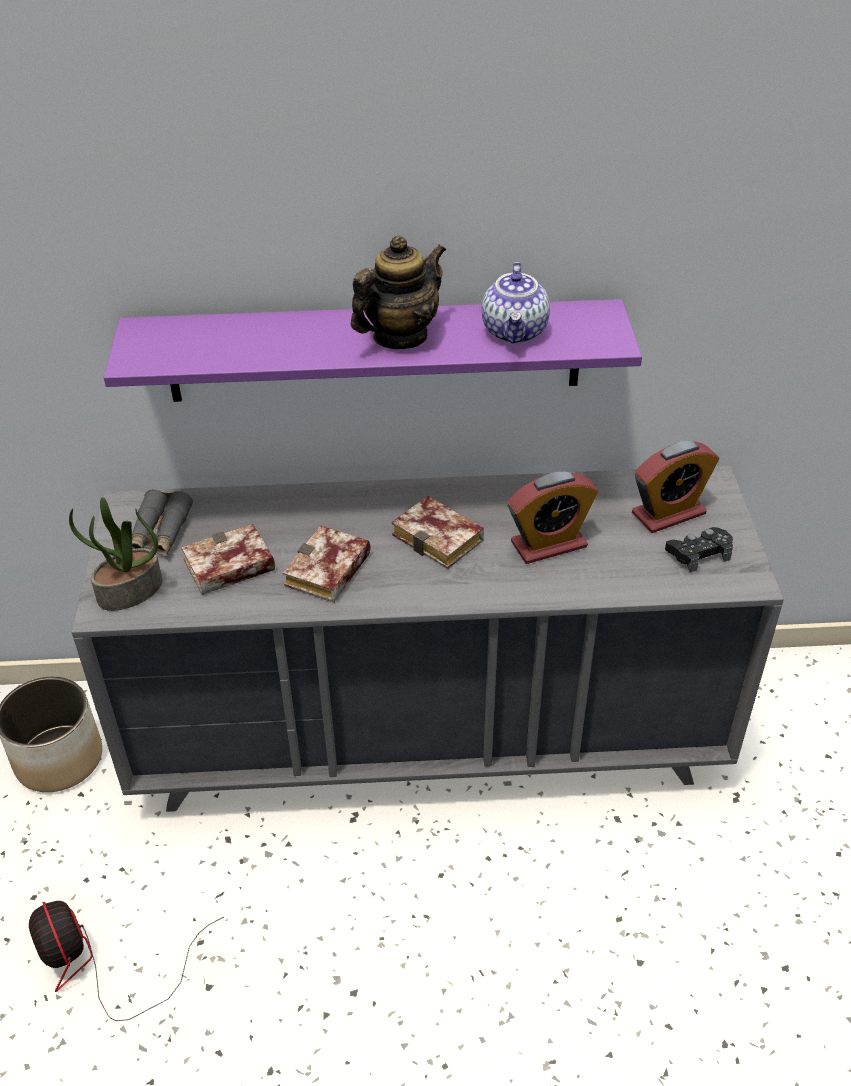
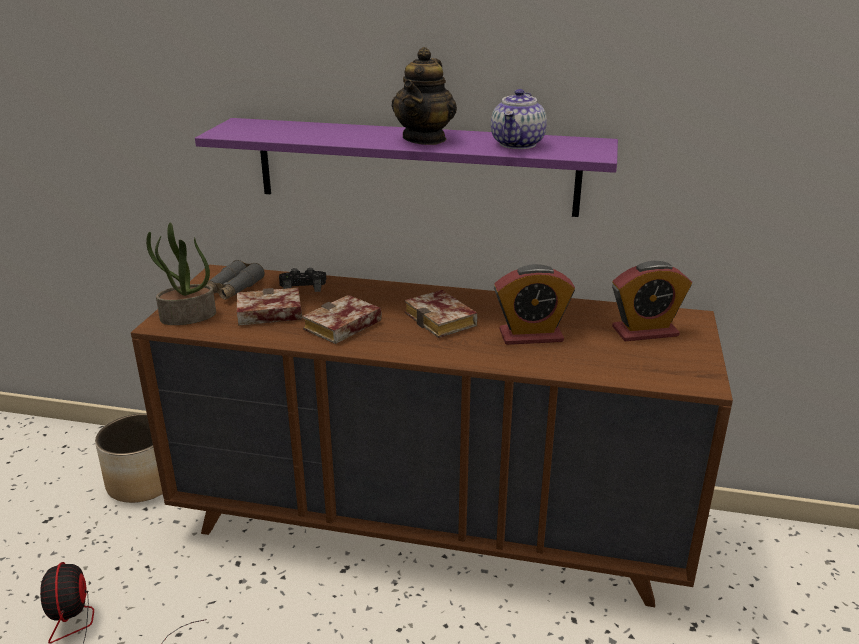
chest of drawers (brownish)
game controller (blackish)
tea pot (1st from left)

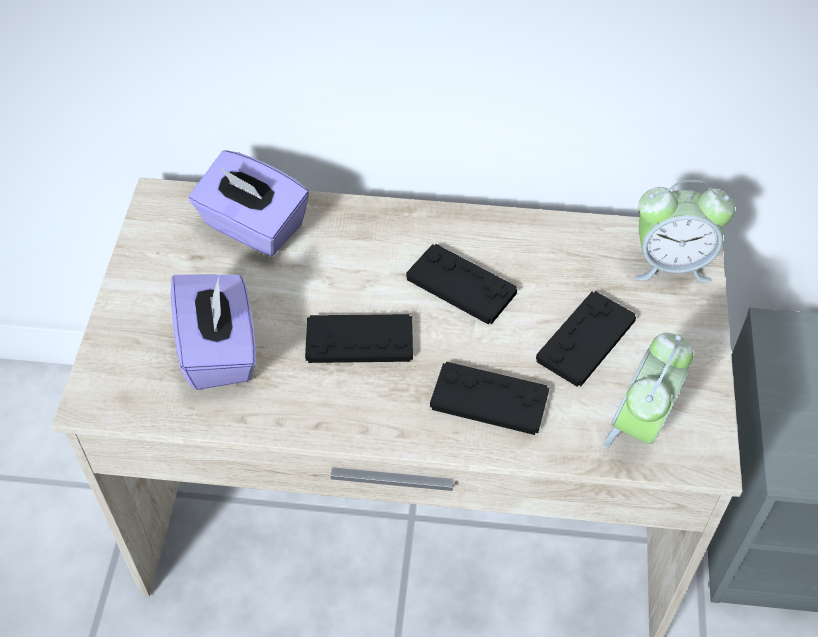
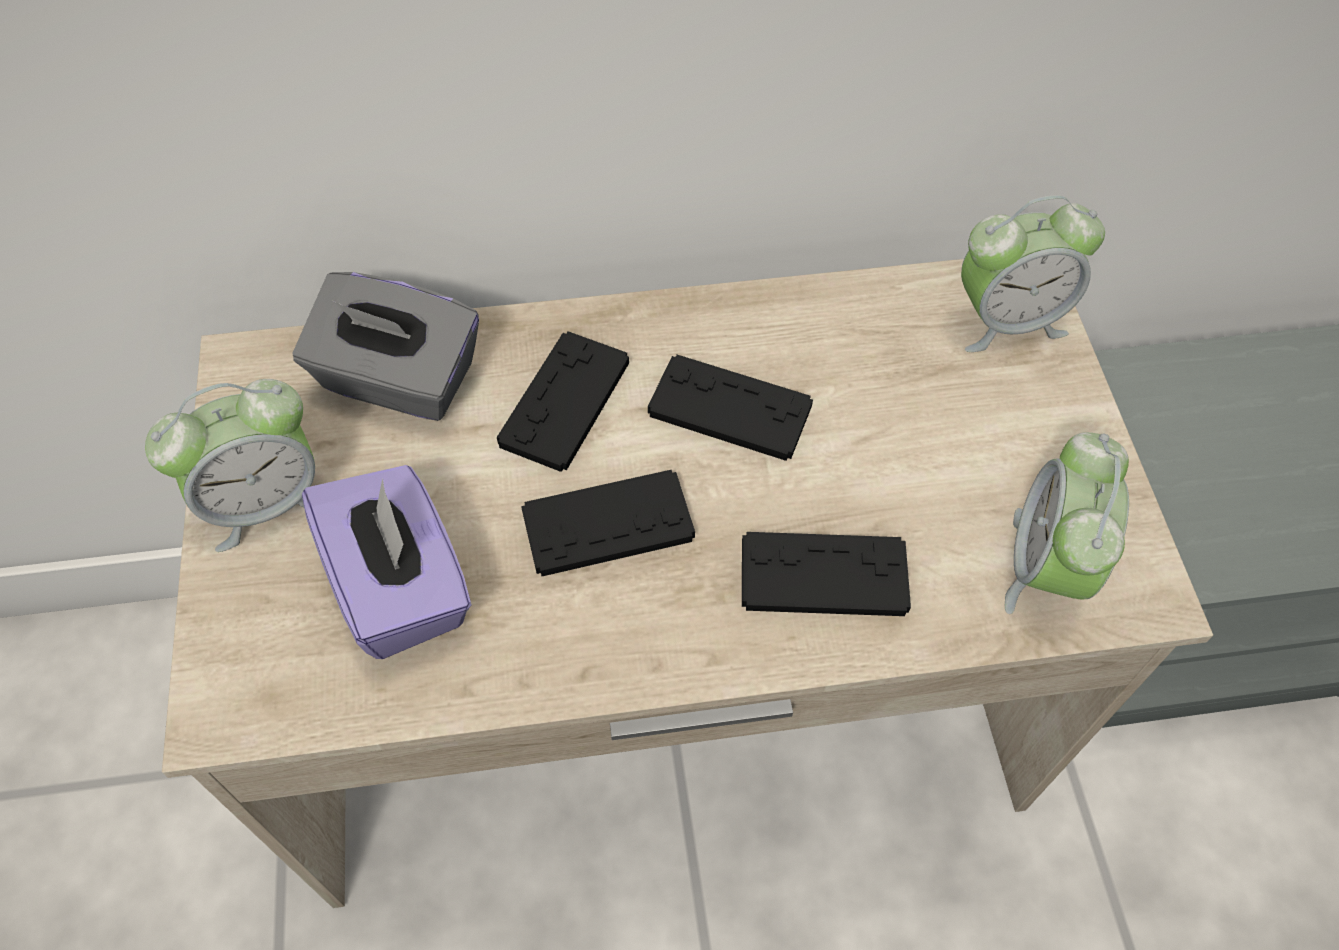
bedside clock (1st from left)
box of tissues (grey)
game controller (blackish) (1st from left)

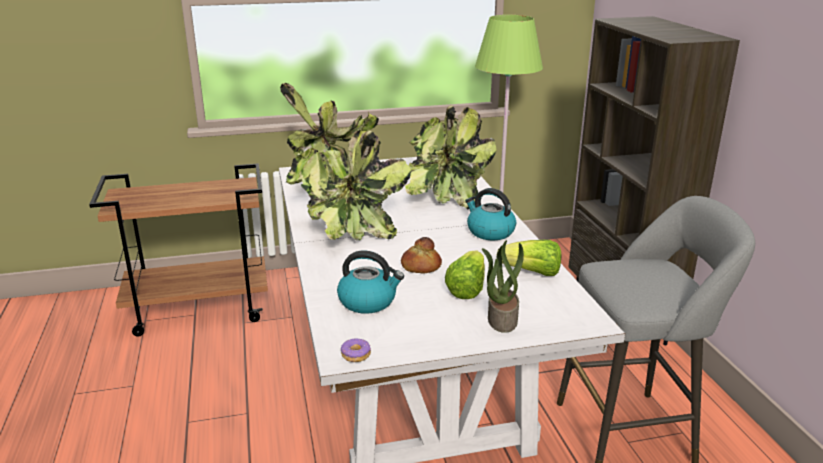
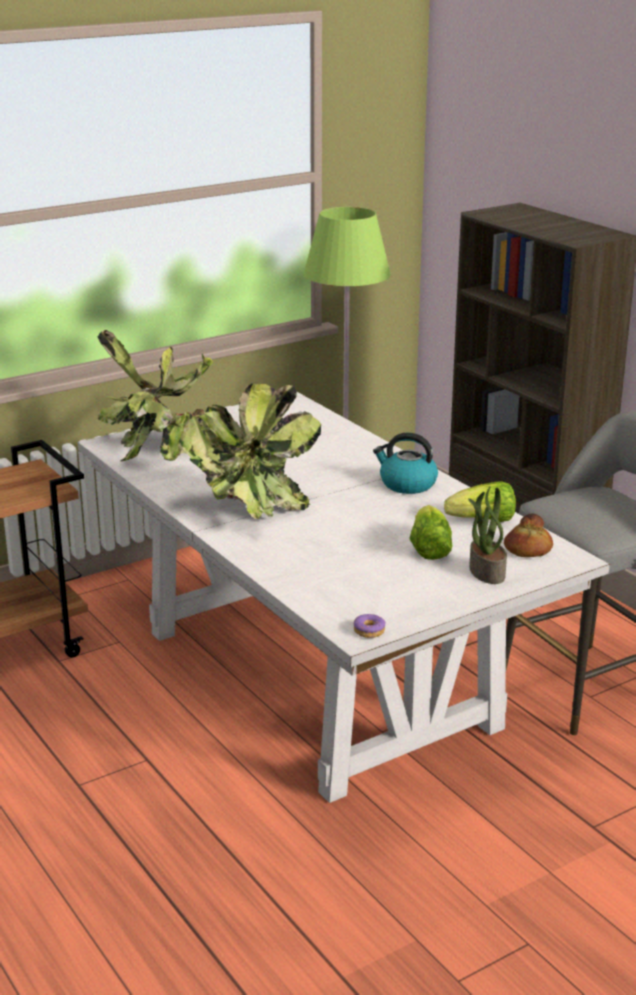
baked bread
tea kettle (1st from left in the first image)
houseplant (3rd from left in the first image)

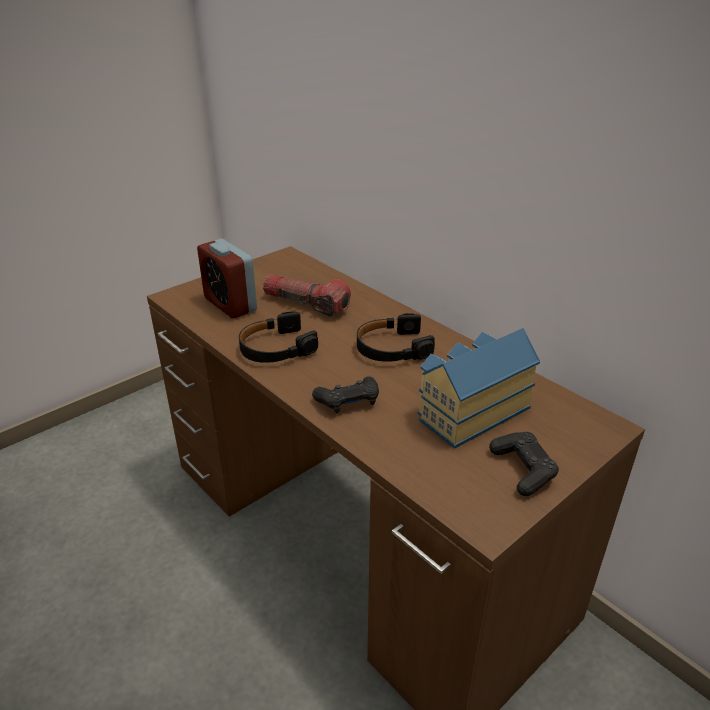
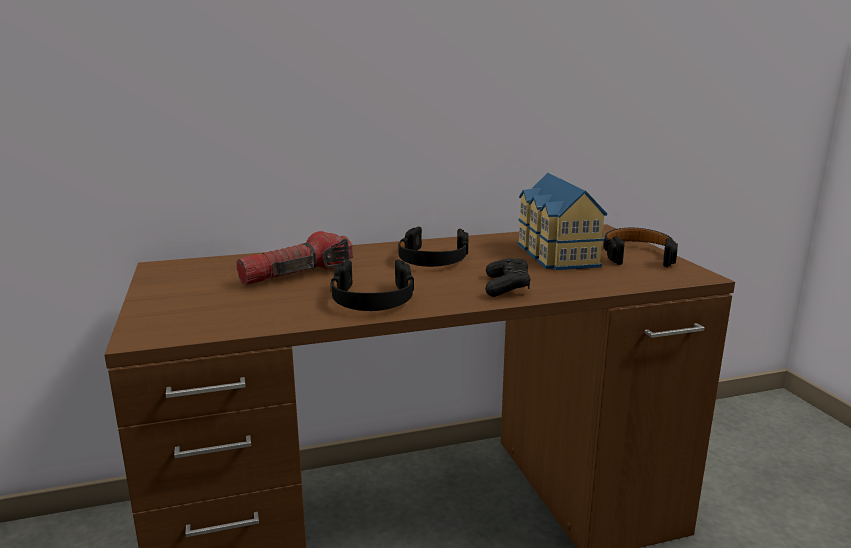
headset (blackish) (3rd from left)
bedside clock

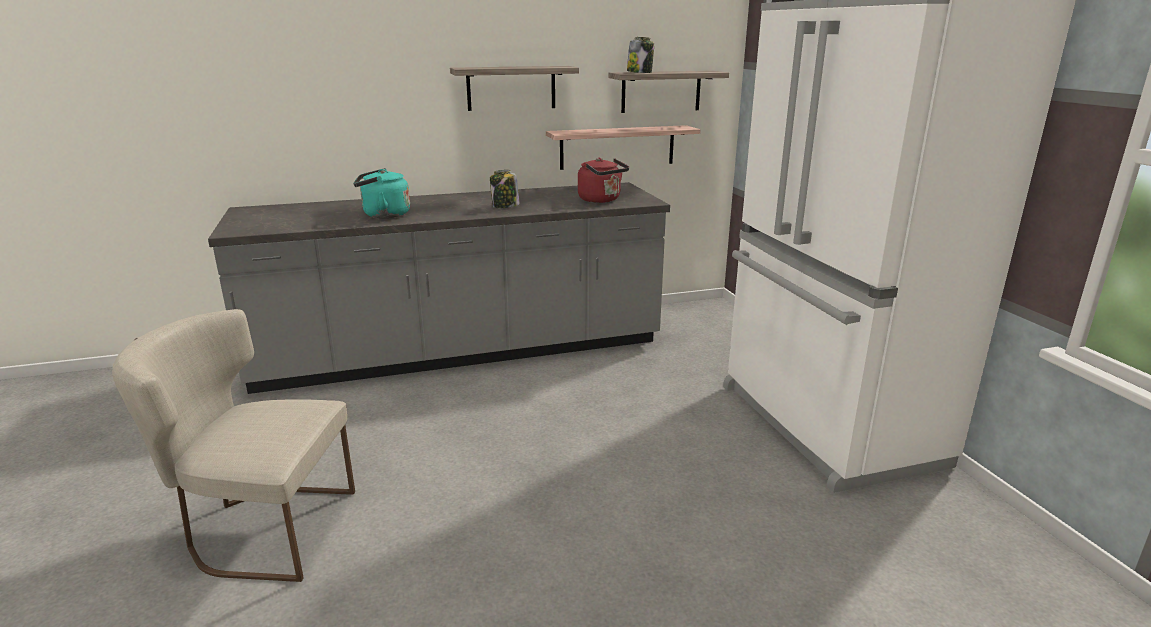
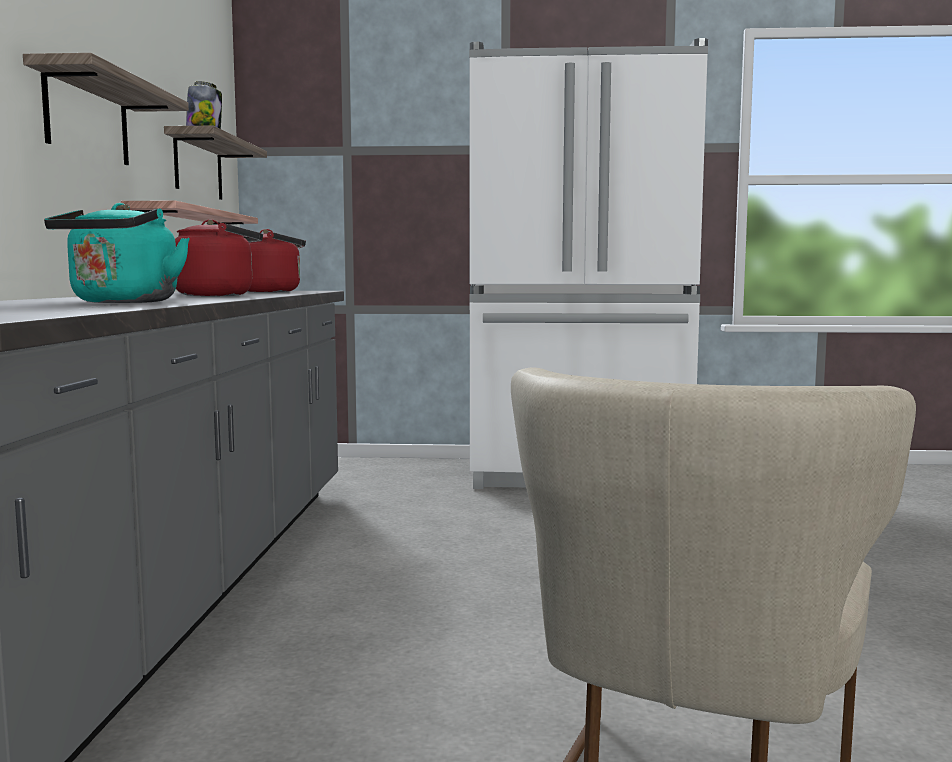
tea kettle (reddish) (1st from left)

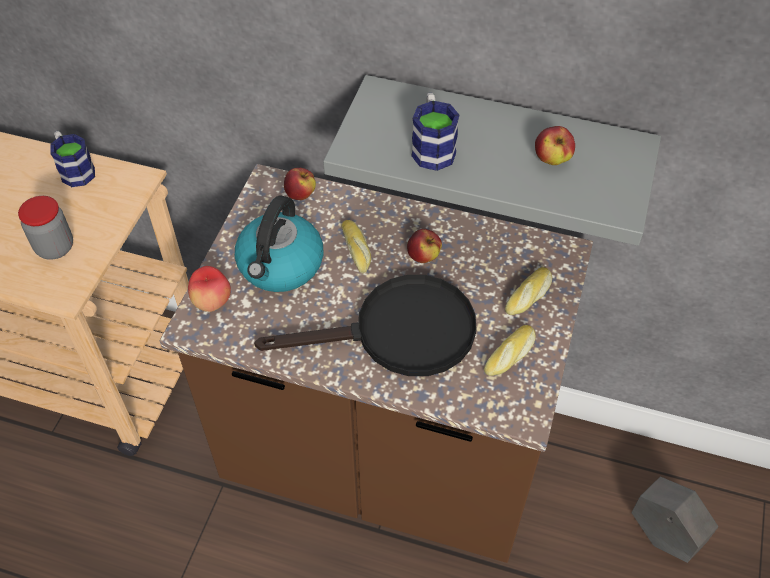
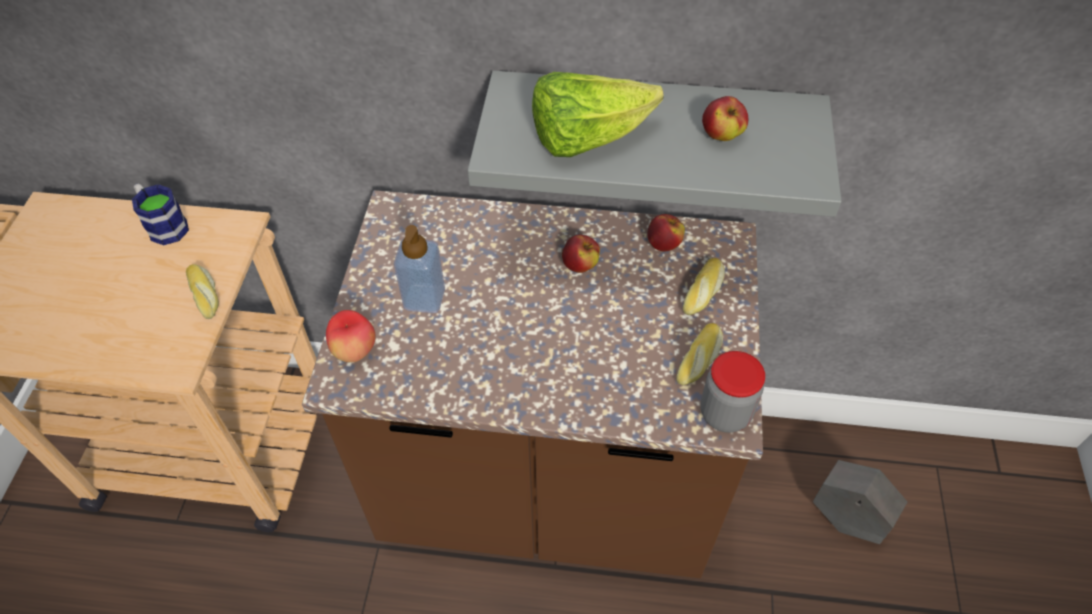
baked bread (1st from left)
soap dispenser
head of lettuce
whole apple (3rd from left)
jar
frying pan (blackish)

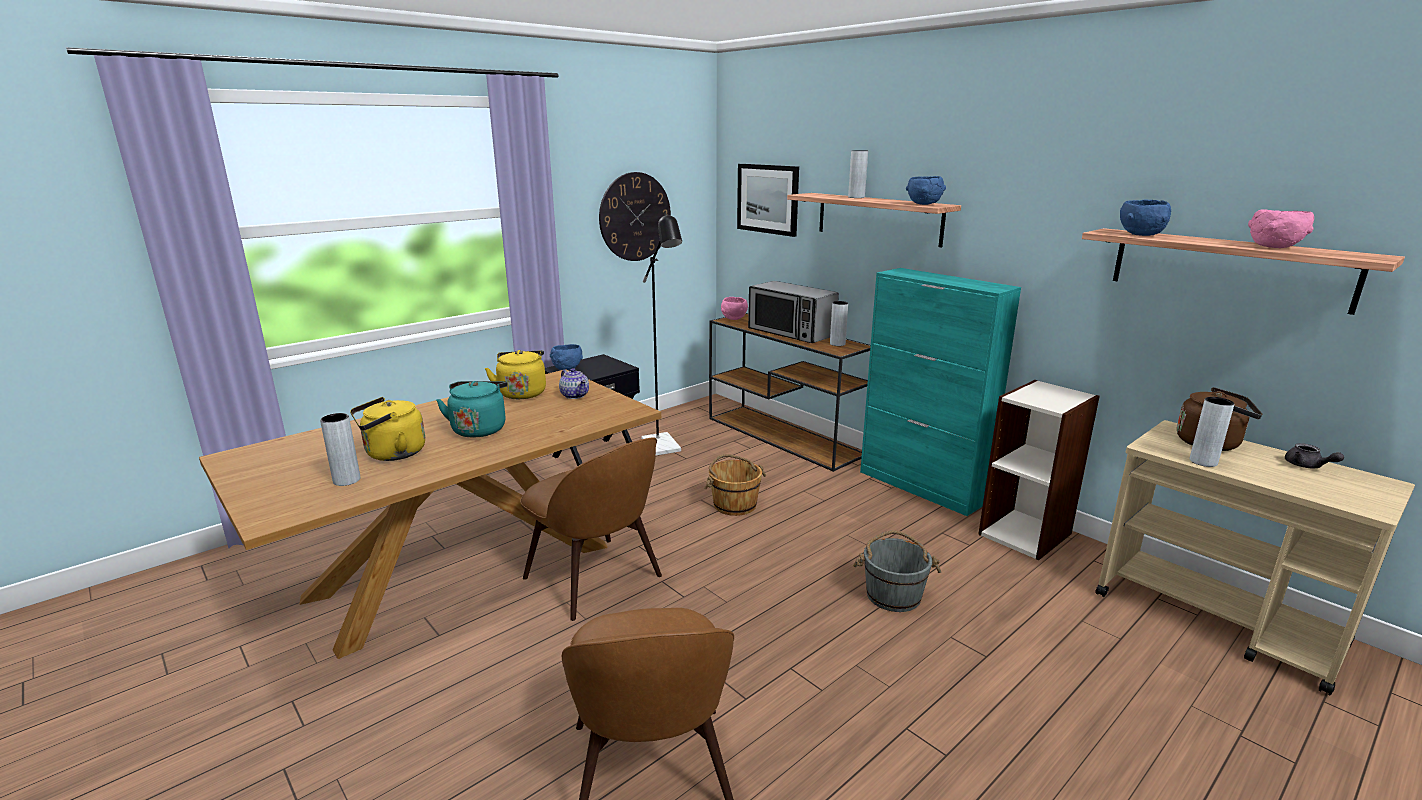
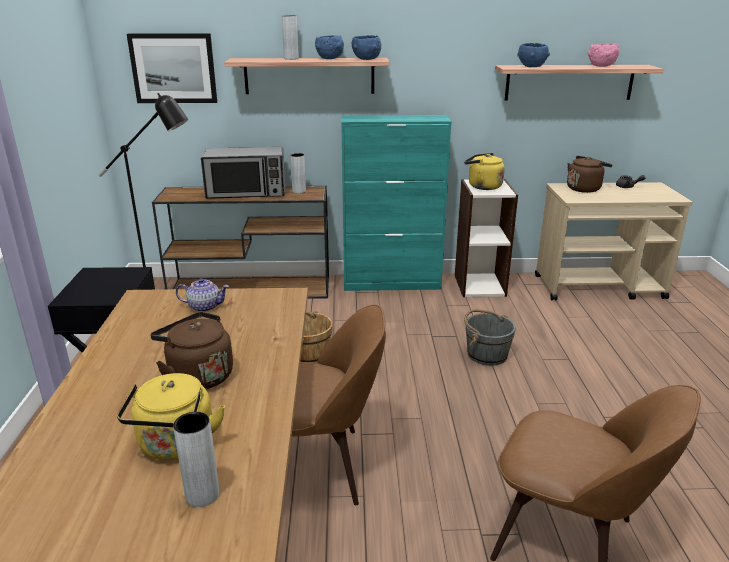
tea kettle (brownish) (1st from left)
bowl (blue-coloured) (1st from left)
tea kettle (yellowish) (2nd from left)
clock on the wall
bowl (pink-coloured) (1st from left in the first image)
flower vase (grey) (4th from left in the first image)

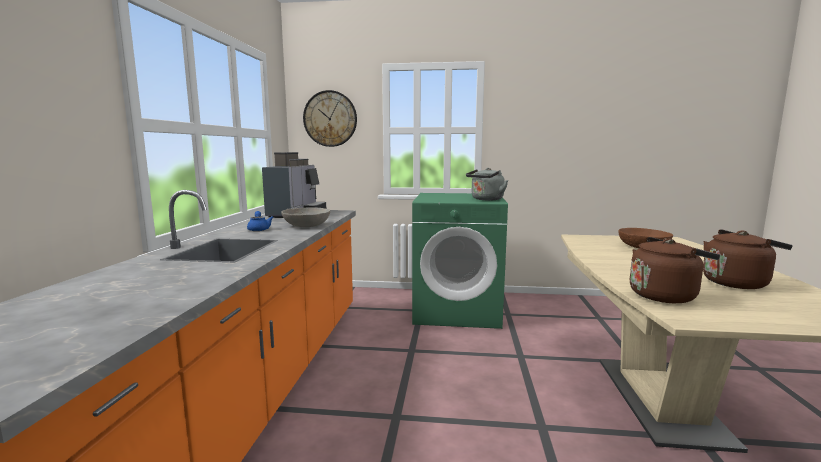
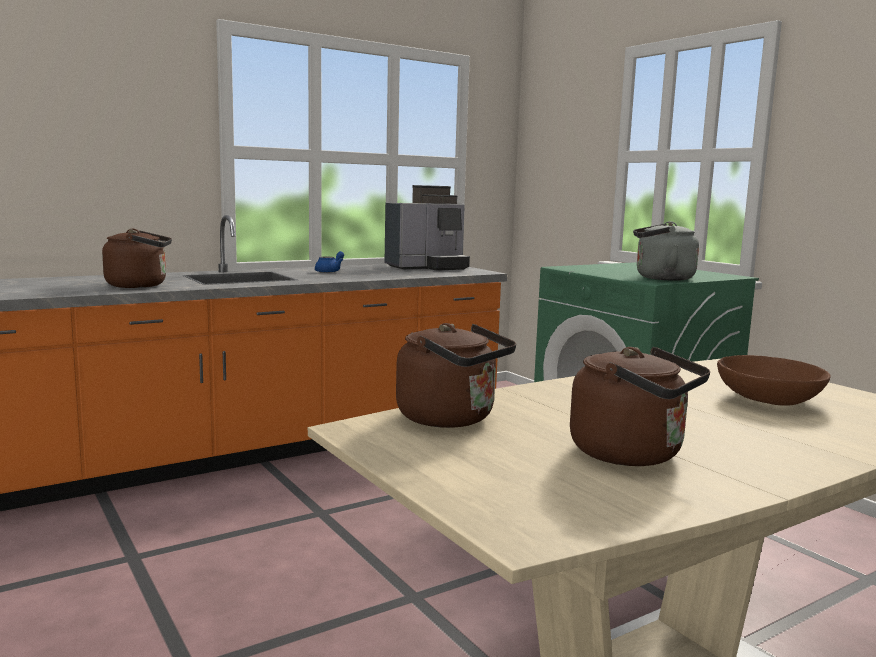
tea kettle (brownish) (1st from left)
bowl (grey)
clock on the wall

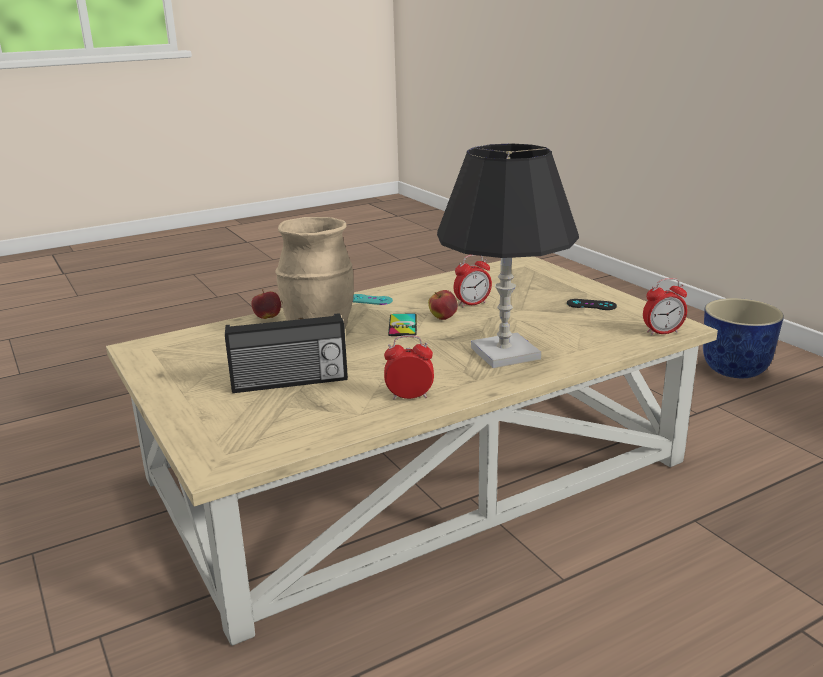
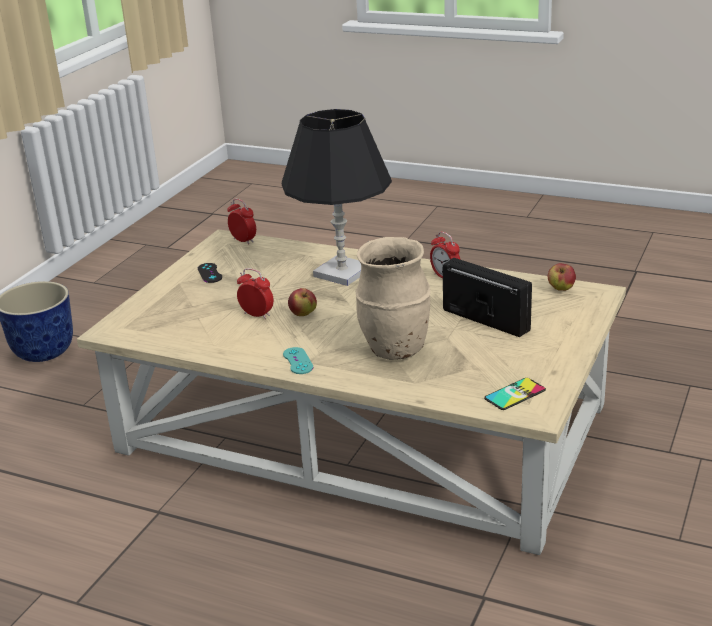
handset
whole apple (2nd from left)

